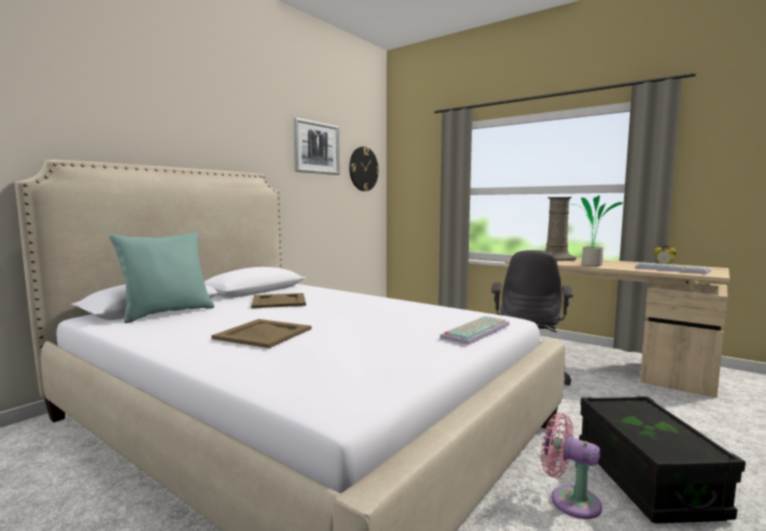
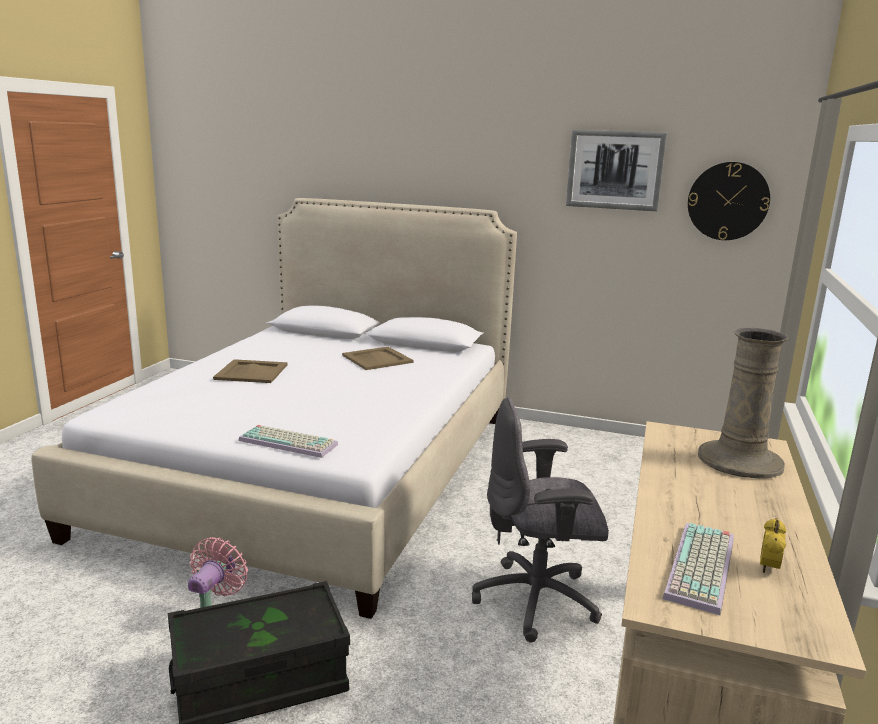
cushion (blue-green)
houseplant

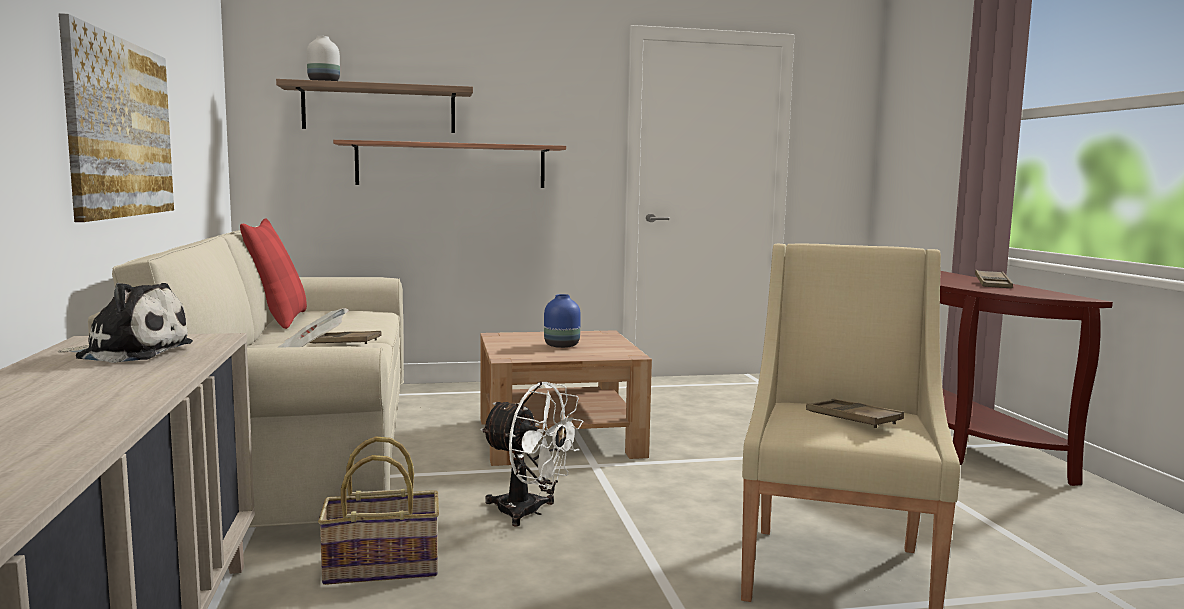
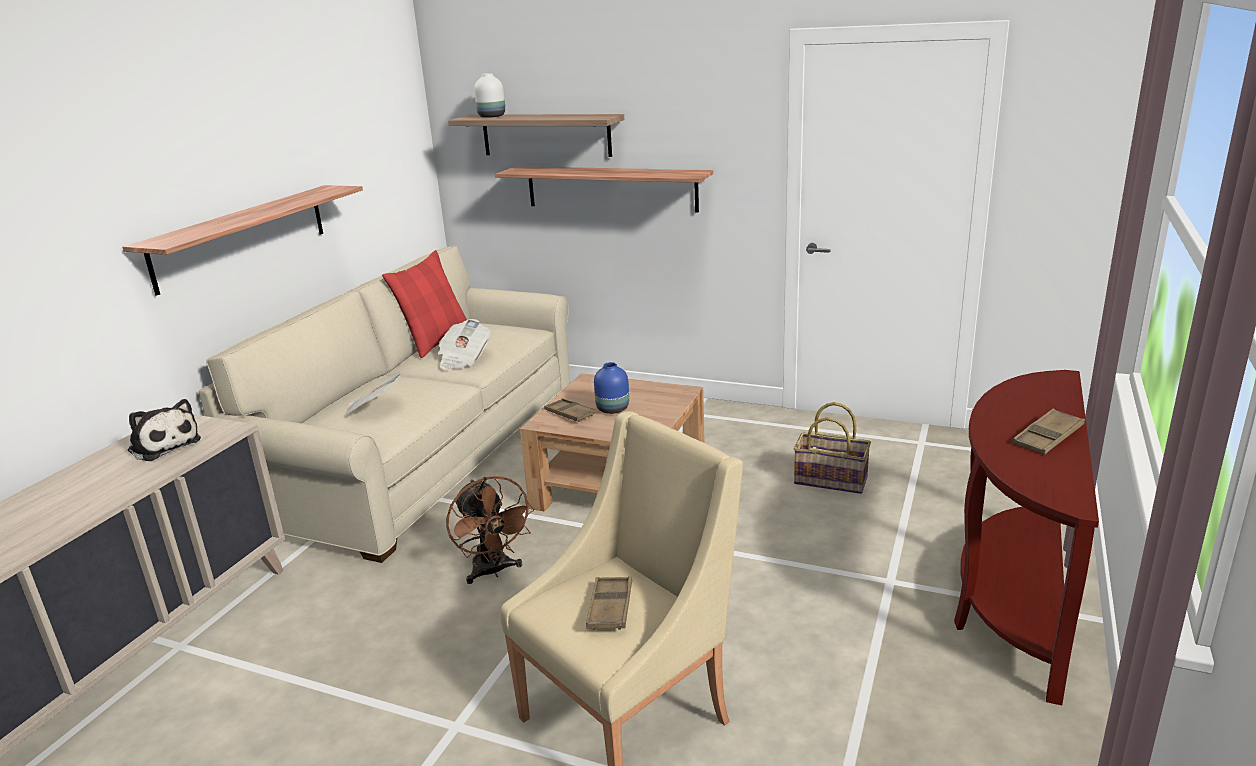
bracket shelf (1st from left)
printed paper (2nd from left)
fan (brownish)
tray (brownish) (1st from left)
household basket

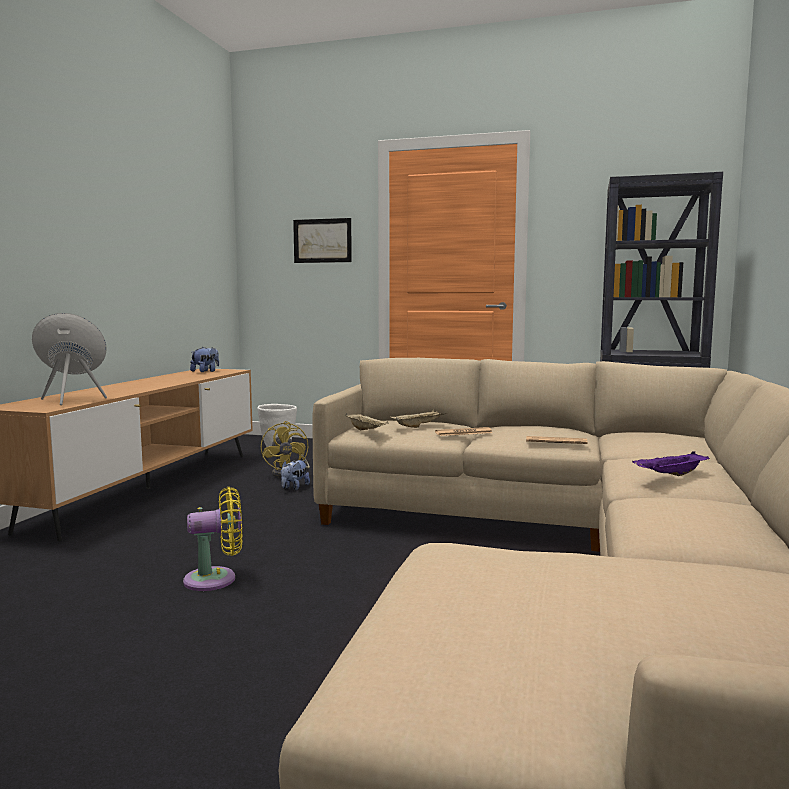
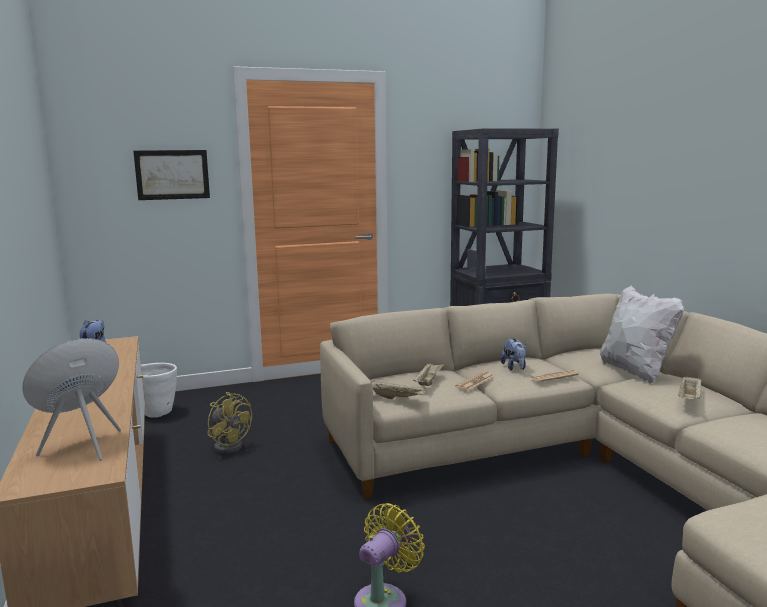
cuddly toy (2nd from left)
cushion (white)
tray (beige) (3rd from left)

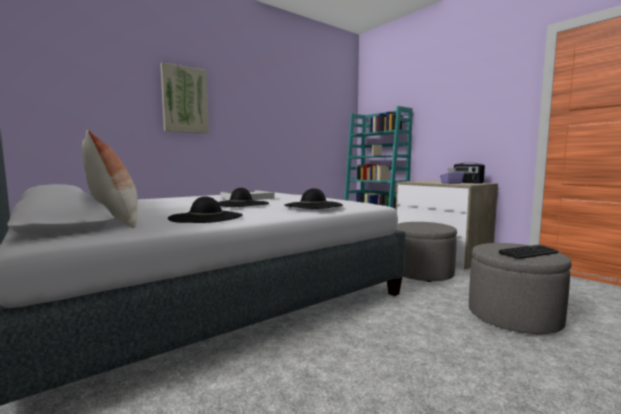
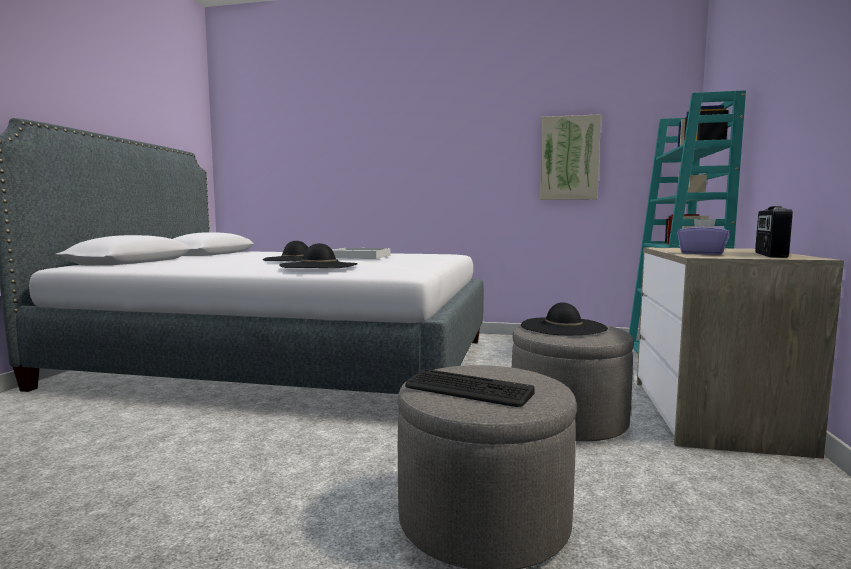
clothing hat (blackish) (3rd from left)
wall art
cushion

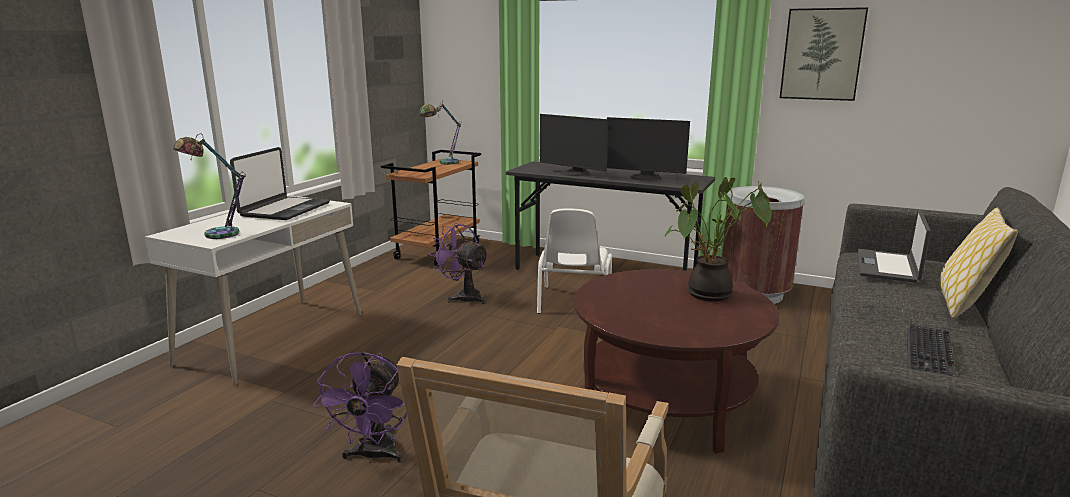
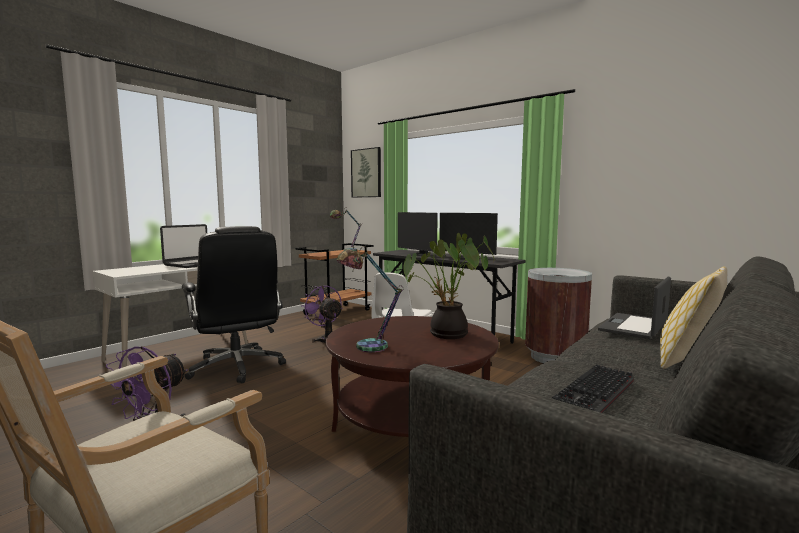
computer chair (blackish)
table lamp (2nd from left)
wall art

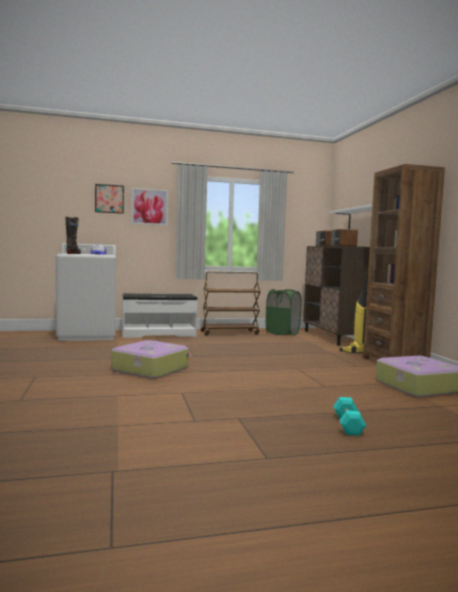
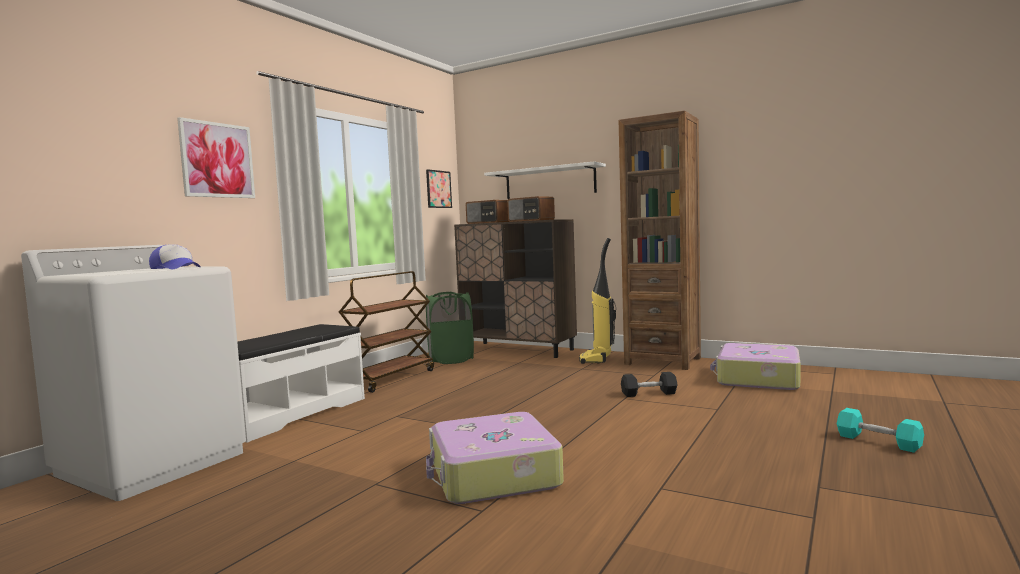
wall art (2nd from left)
free weight (blackish)
boot (blackish)

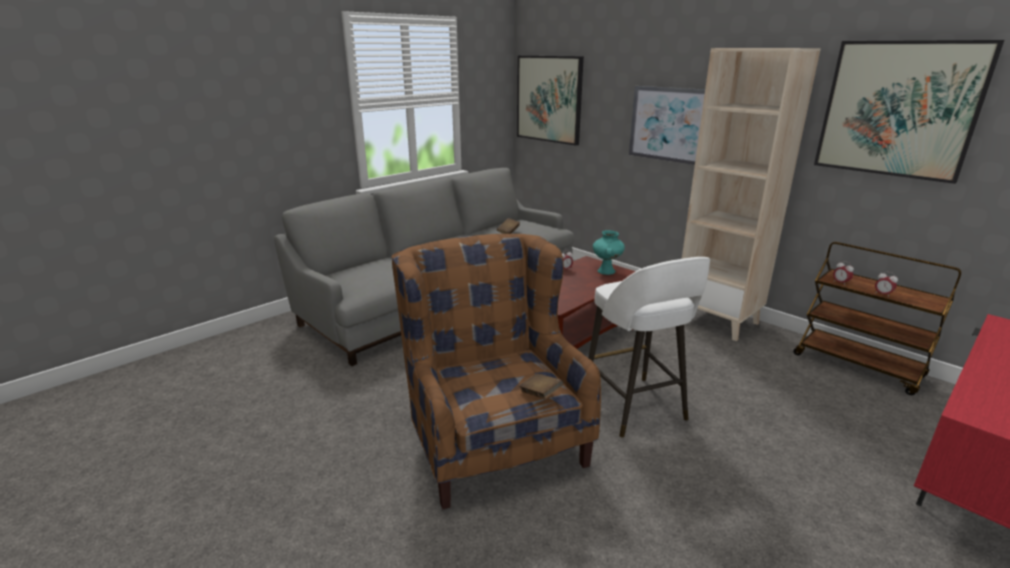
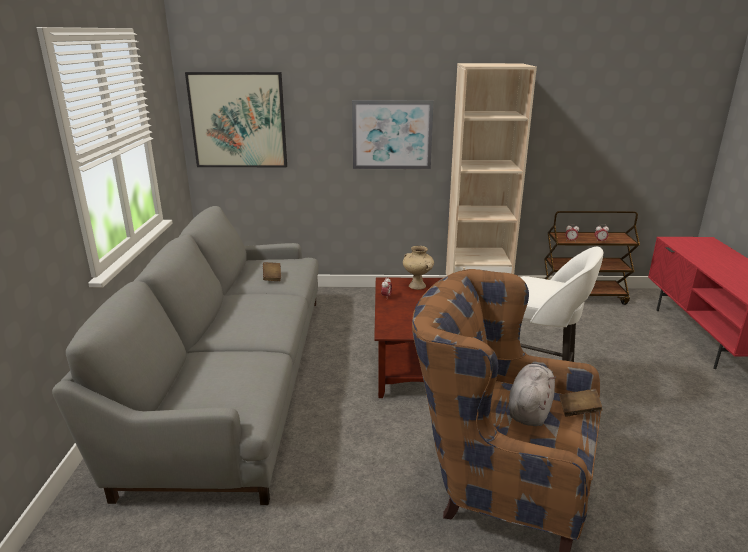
flower vase (beige)
cuddly toy (grey)
wall art (3rd from left in the first image)

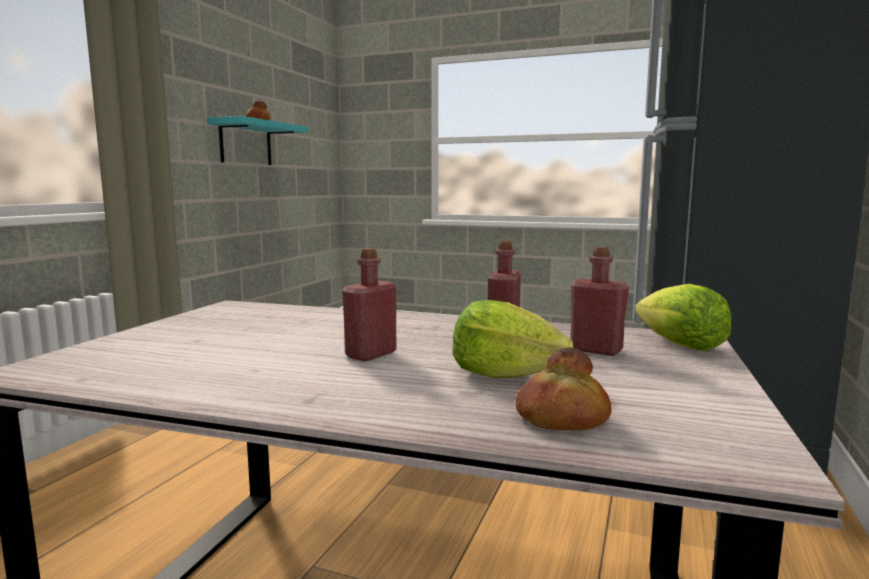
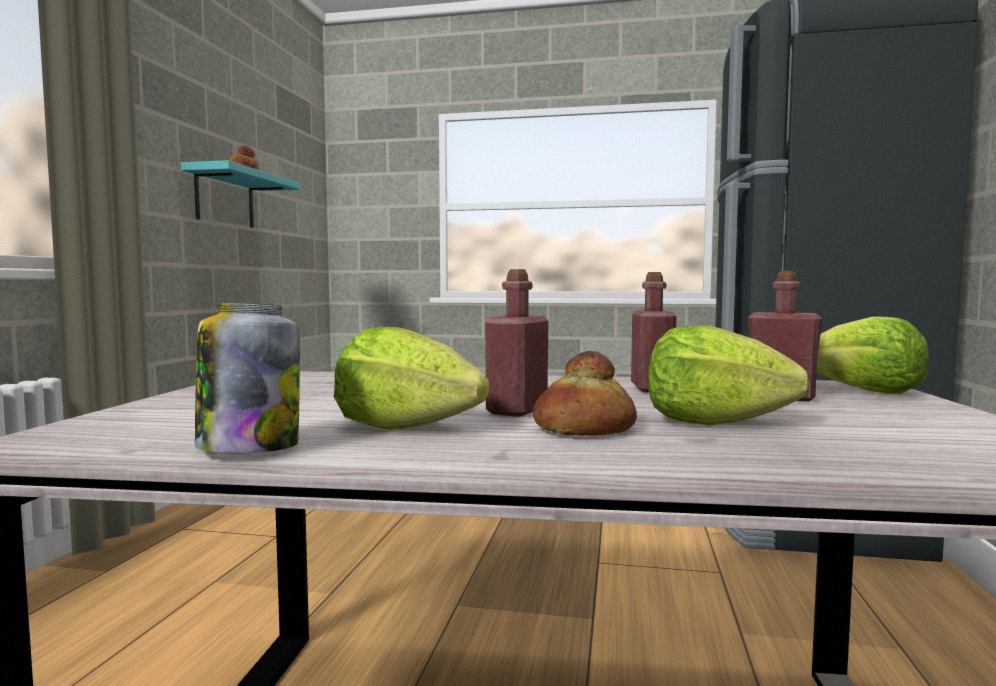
jar
head of lettuce (1st from left)
baked bread (2nd from left)

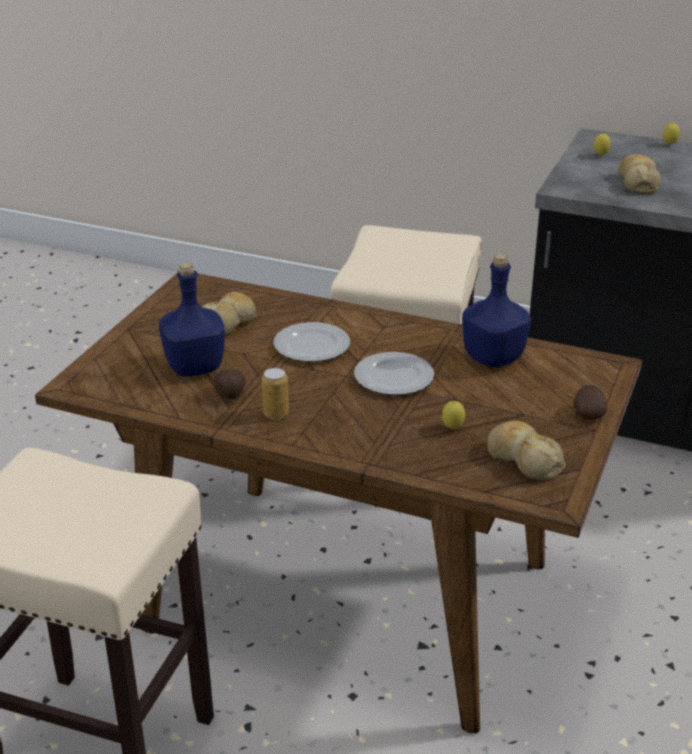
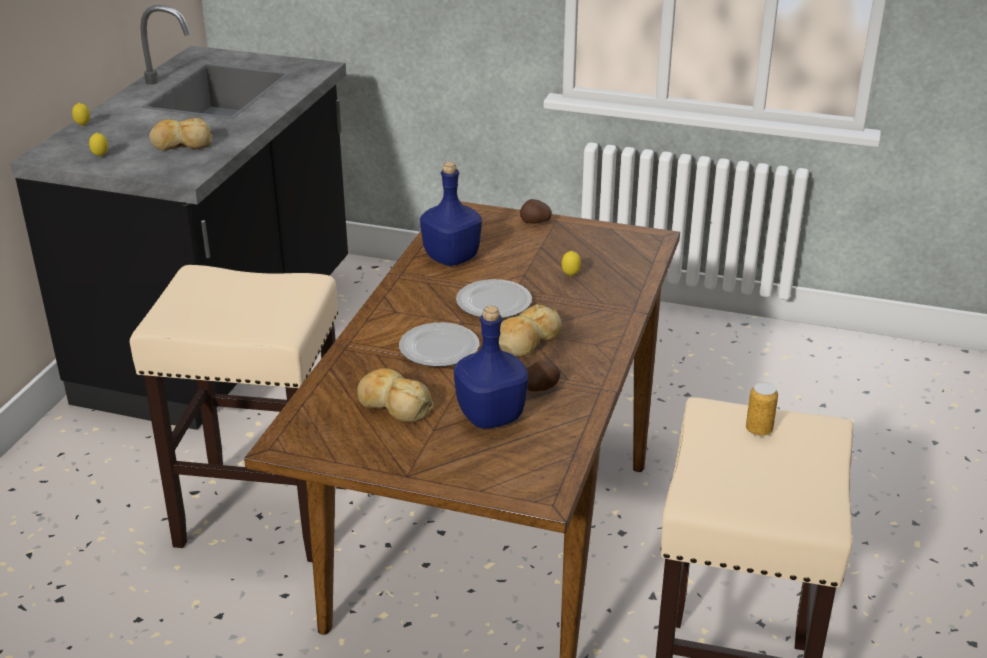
baked bread (3rd from left)
metal can

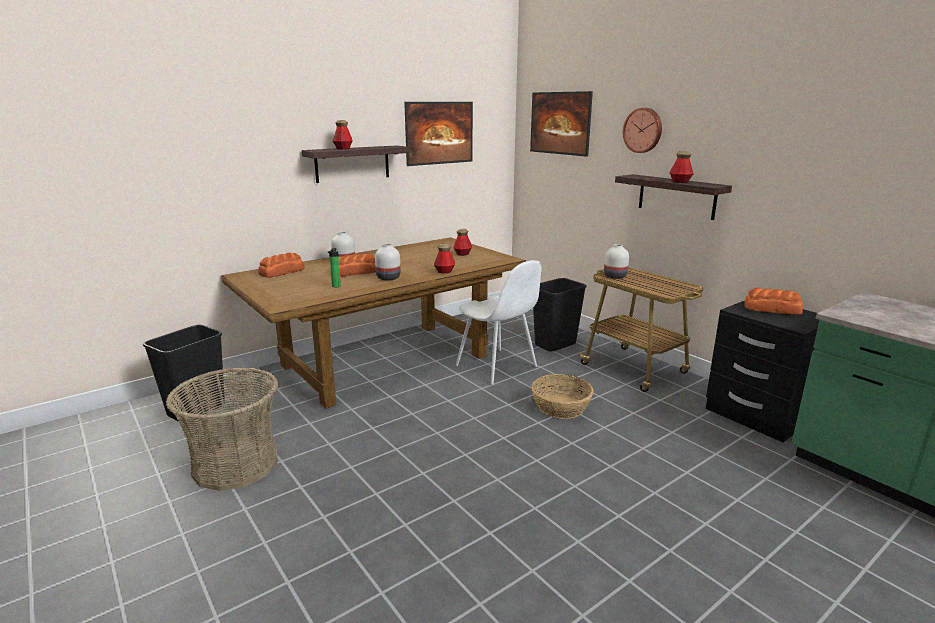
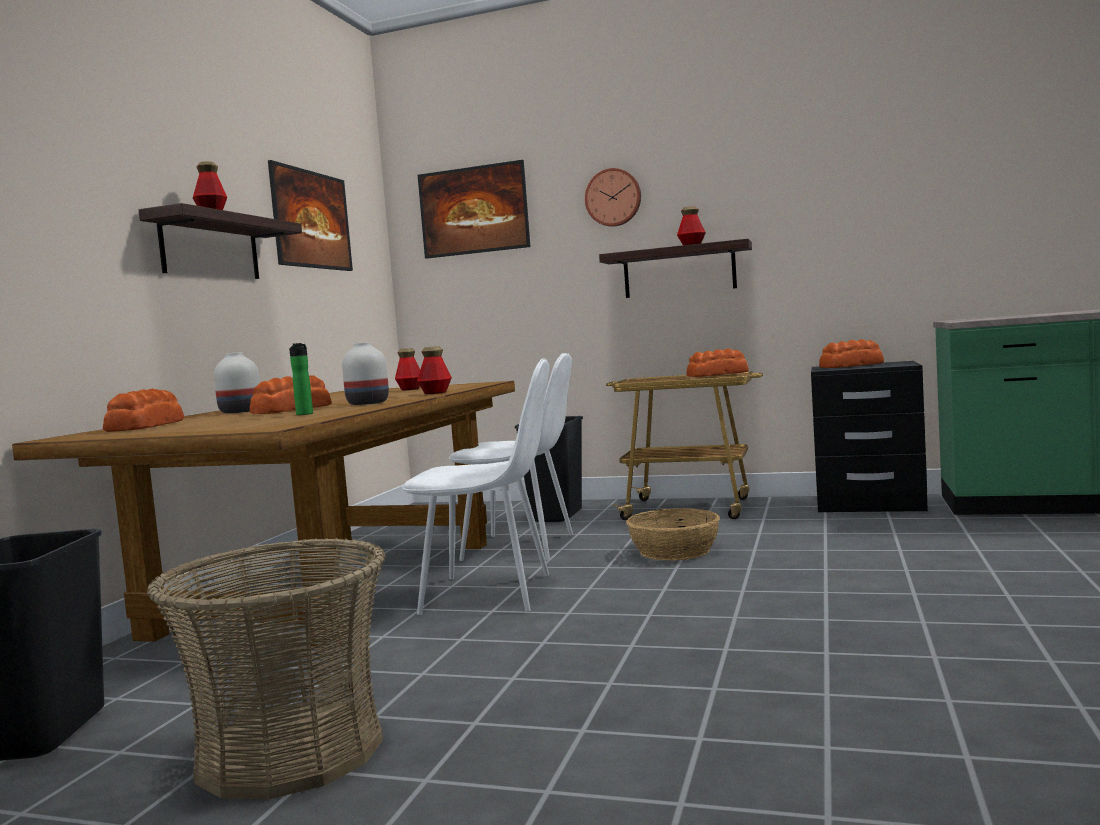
upright chair (white) (1st from left)
baked bread (3rd from left)
flower vase (white) (3rd from left in the first image)

